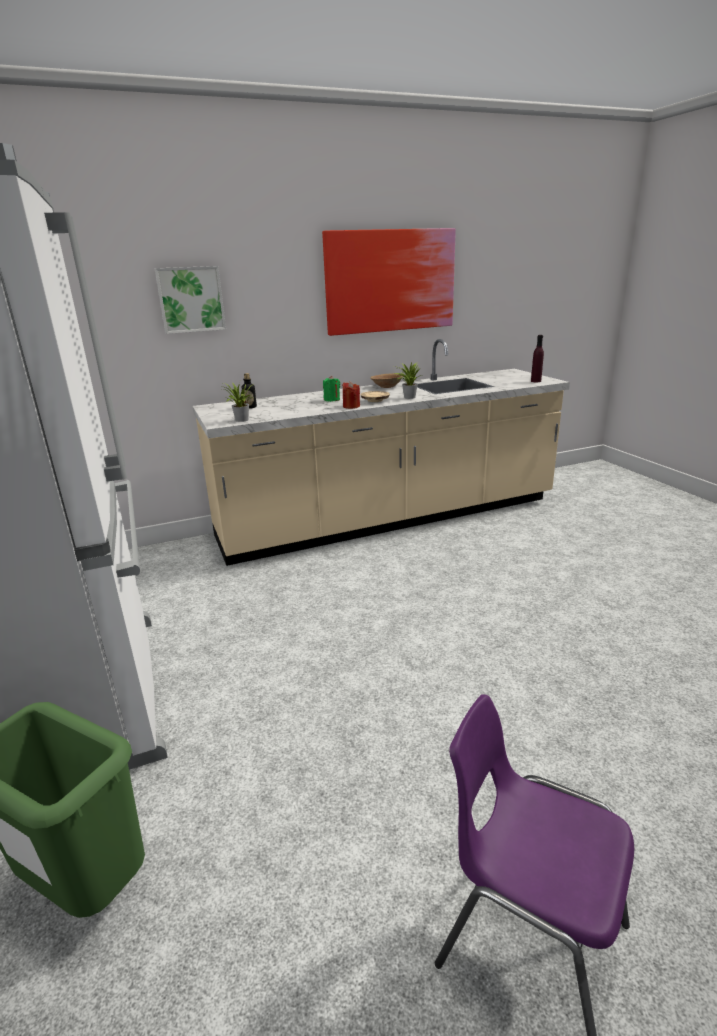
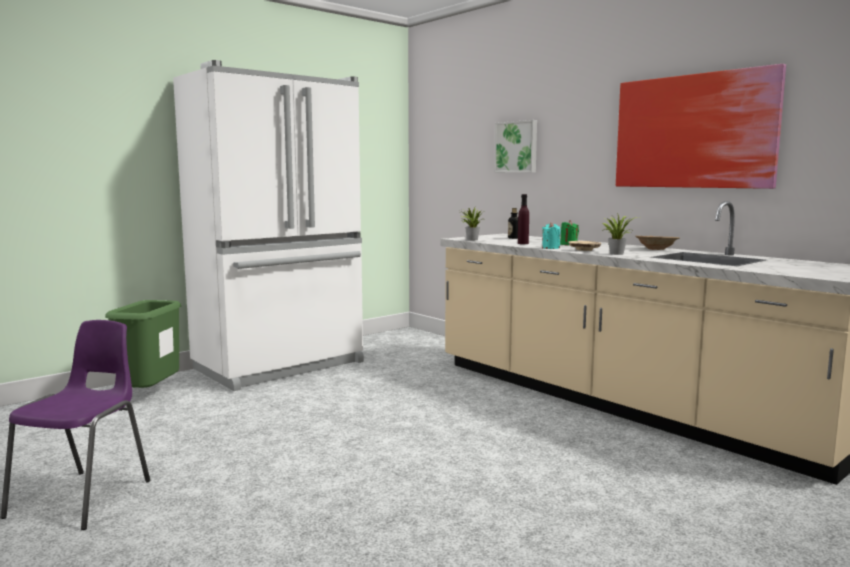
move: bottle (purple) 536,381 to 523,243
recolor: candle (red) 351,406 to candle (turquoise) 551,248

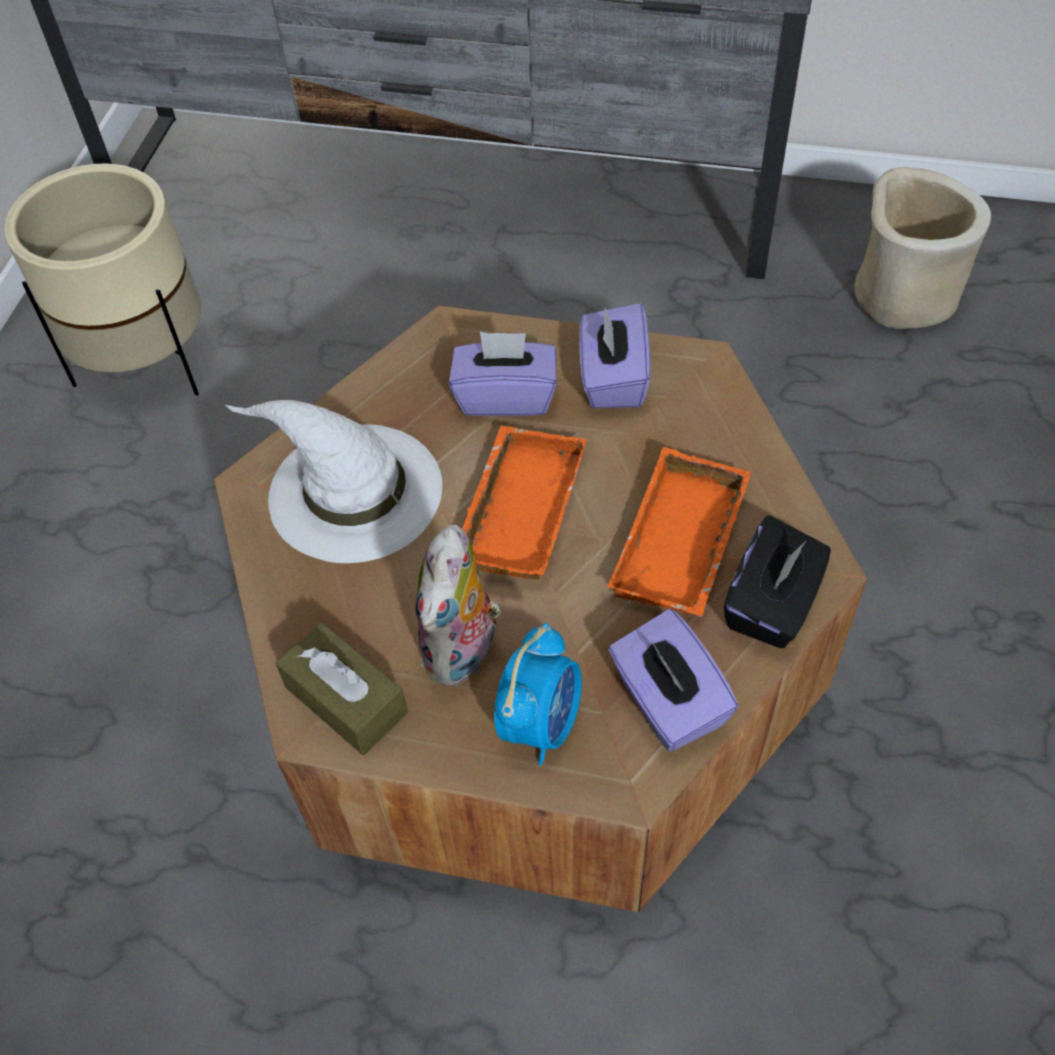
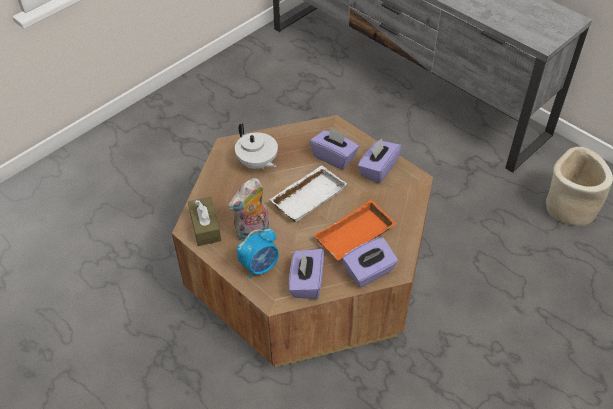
delete: planter (beige) 146,363
replace: hat (white) 352,491 to teapot (white) 257,163
recolor: tray (orange) 517,508 to tray (white) 307,196; tissue box (black) 772,605 to tissue box (purple) 369,272

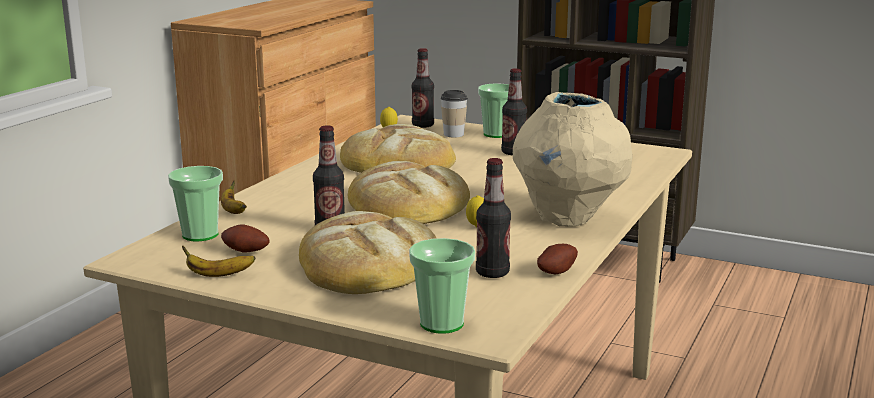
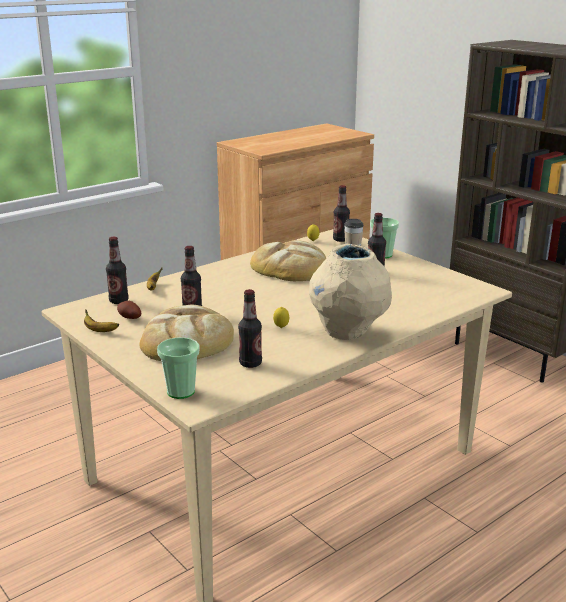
delete: bread 407,204; potato 555,271
replace: cup 200,235 to bottle 119,301

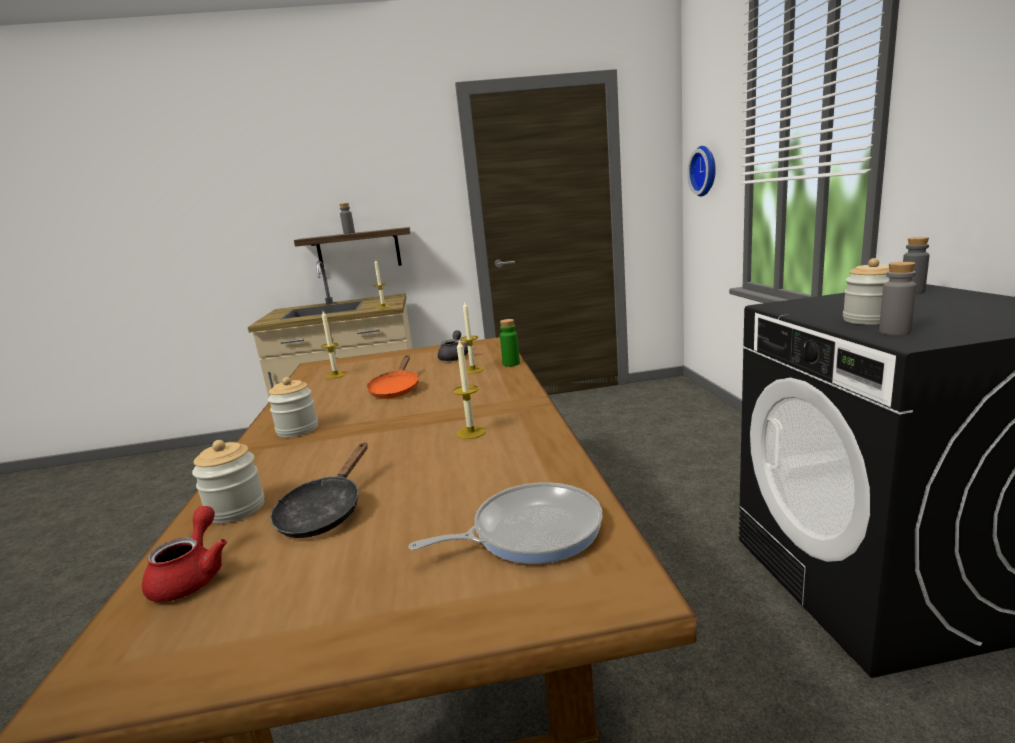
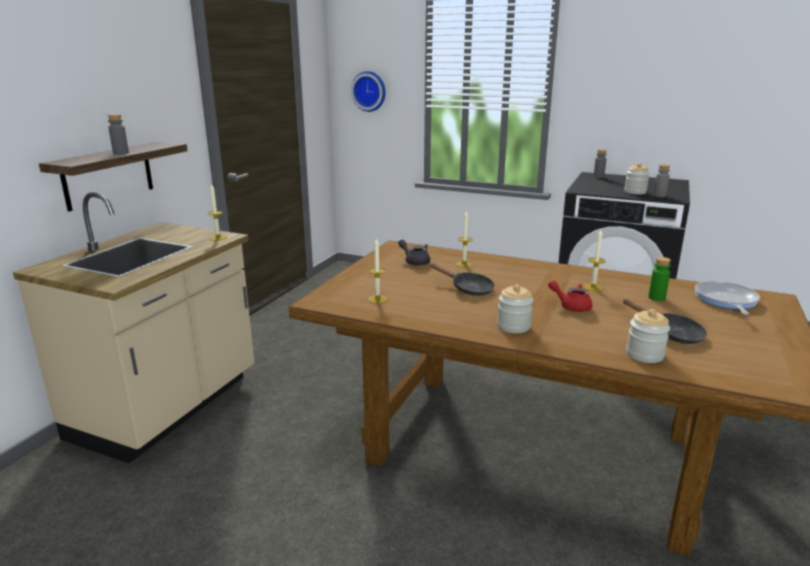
move: teapot (red) 192,576 to 571,306; bottle (green) 511,364 to 656,298
recolor: frying pan (orange) 396,389 to frying pan (black) 468,289

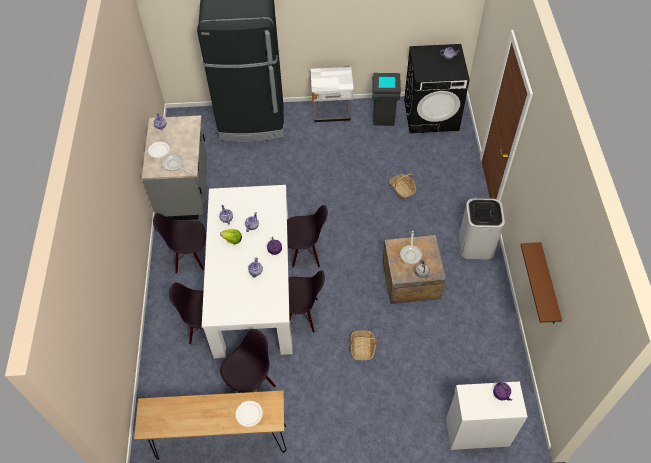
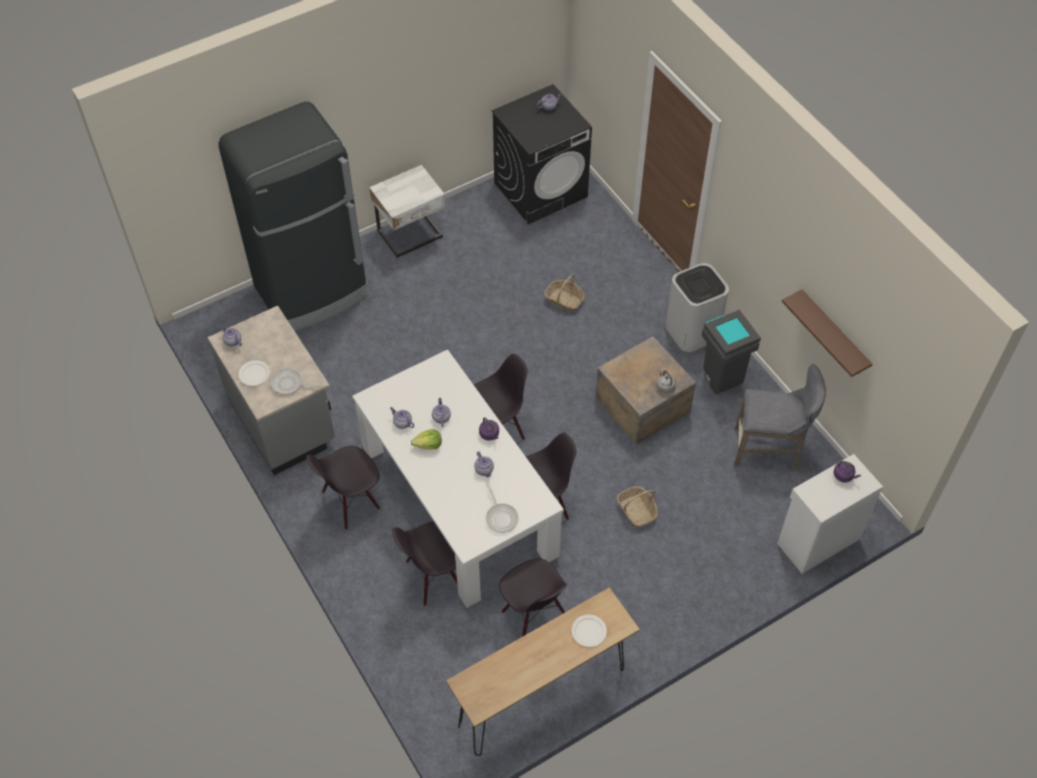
insert: stool (grey) 770,450
move: frying pan 411,254 to 501,517; trash can (grey) 383,118 to 720,377
rotate: chair (black) 251,384 = 533,615 135 degrees clockwise

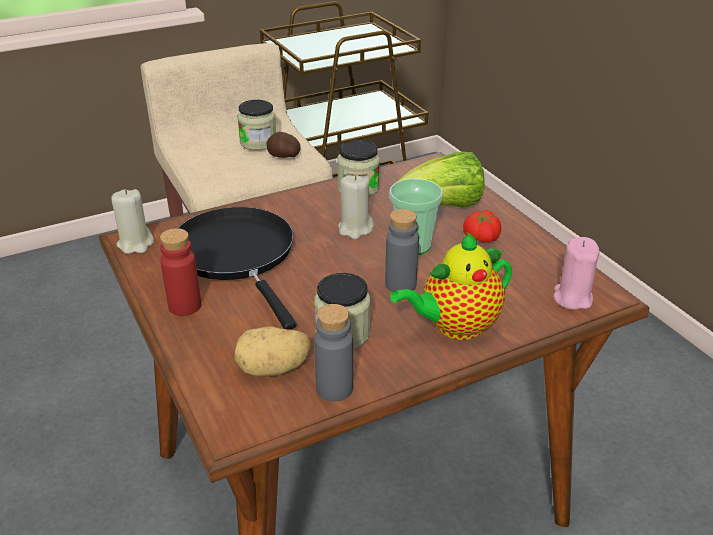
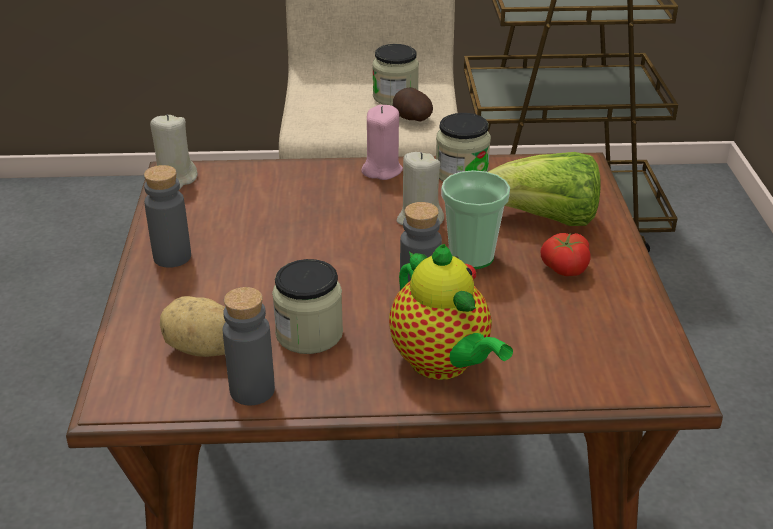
delete: frying pan (black) 237,256
move: candle (pink) 572,298 to 382,170
recolor: bottle (red) 185,306 to bottle (grey) 172,257
rotate: teapot 455,327 = 443,364 120 degrees counterclockwise

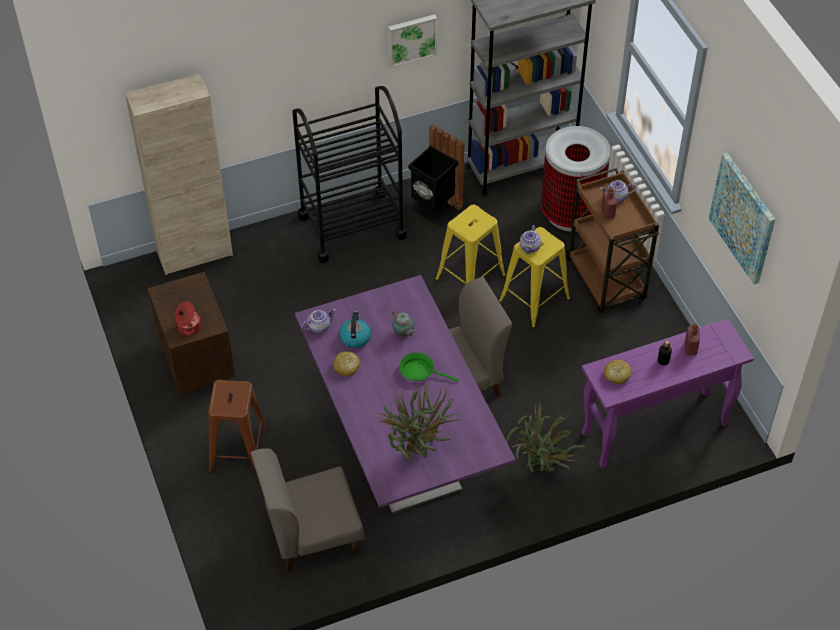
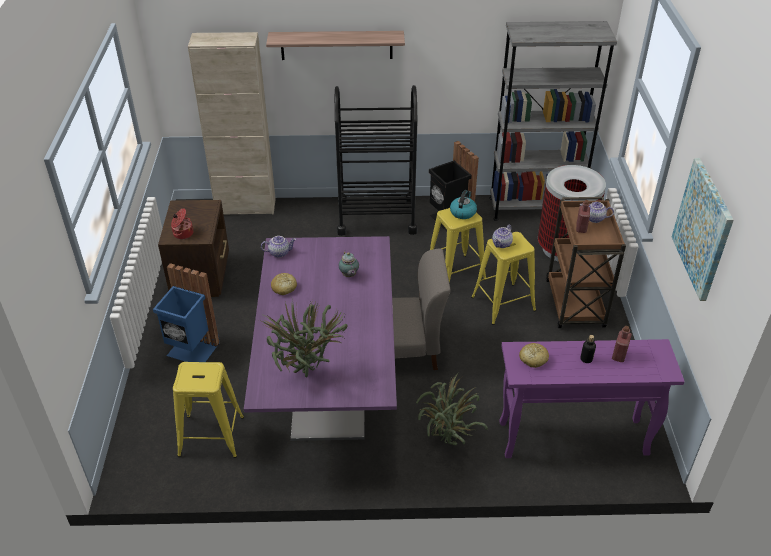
delete: picture 411,39; frying pan (green) 420,371
insert: shelf 336,45
move: kettle 354,337 to 463,212
replace: stool (brown) 238,450 to trash can (blue) 192,351; chair (grey) 311,534 to stool (yellow) 211,436

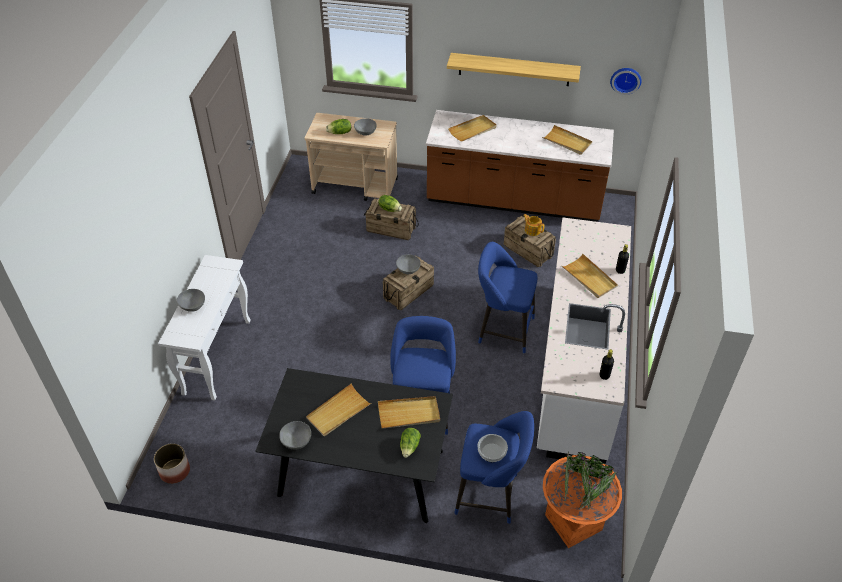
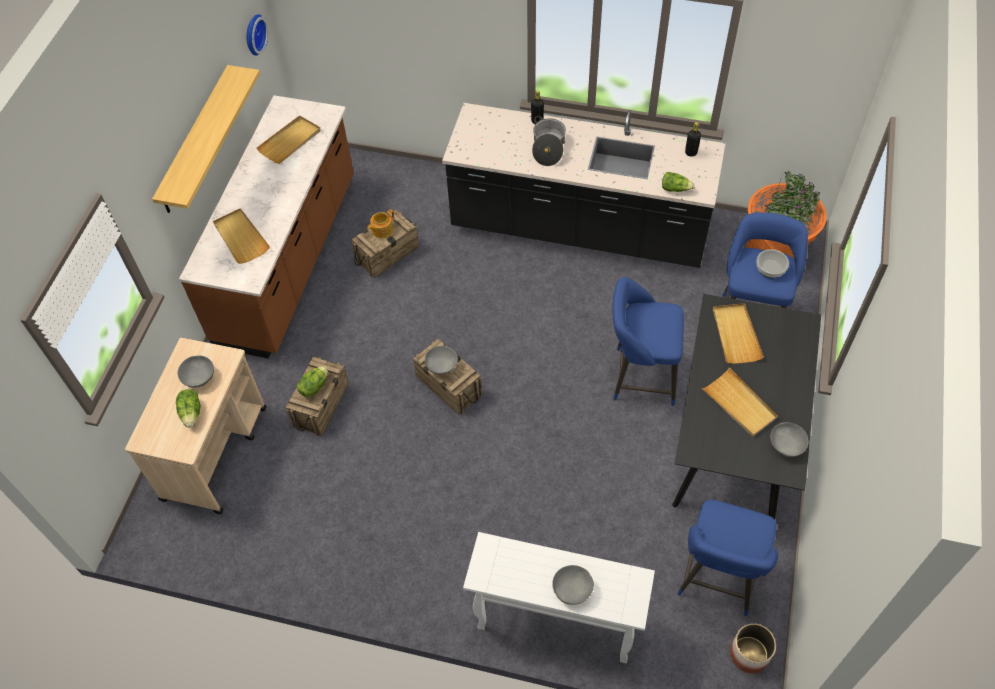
move: lettuce 409,447 to 675,188; stool (blue) 502,330 to 717,579
replace: tray (beige) 589,278 to cooking pot 548,148
recolor: counter (white) 576,368 to counter (black) 579,229

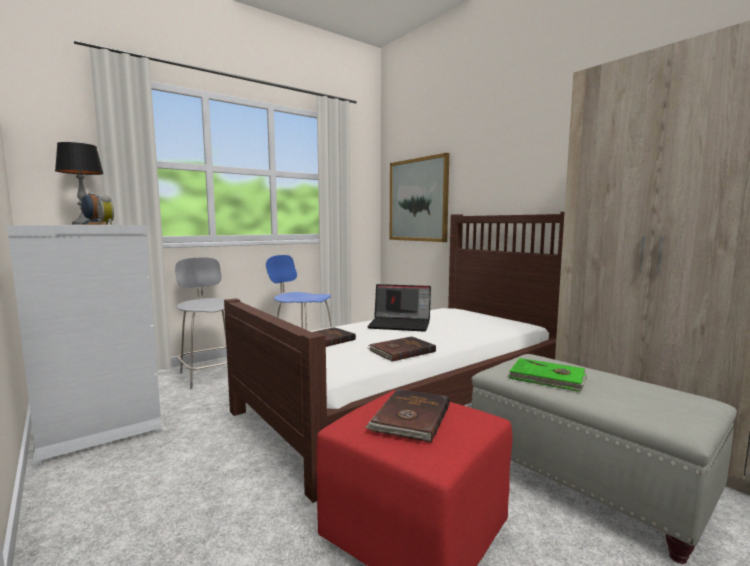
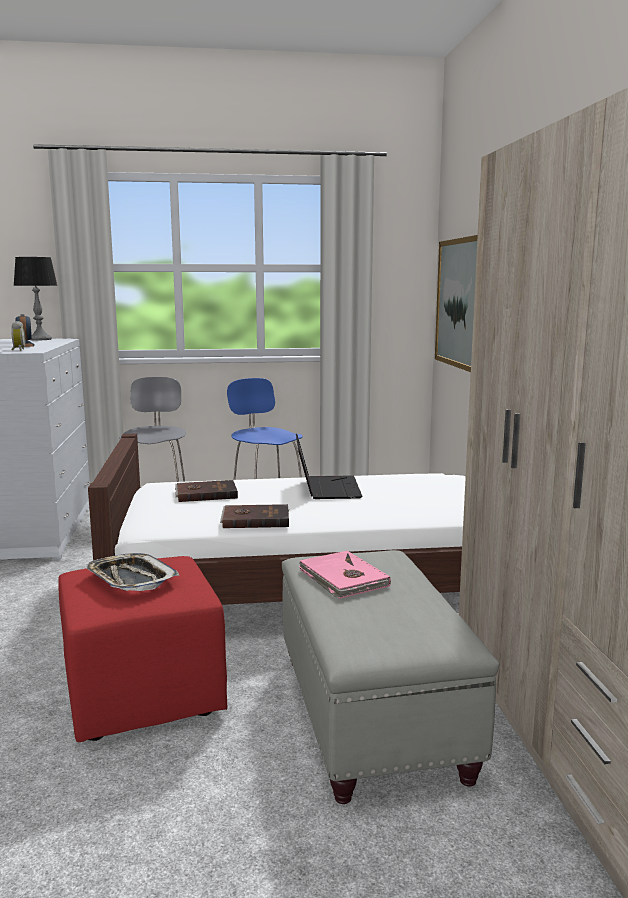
replace: book (brown) 410,418 to tray 130,579
recolor: book (green) 547,378 to book (pink) 342,578
rotate: laptop 400,324 = 326,488 135 degrees counterclockwise

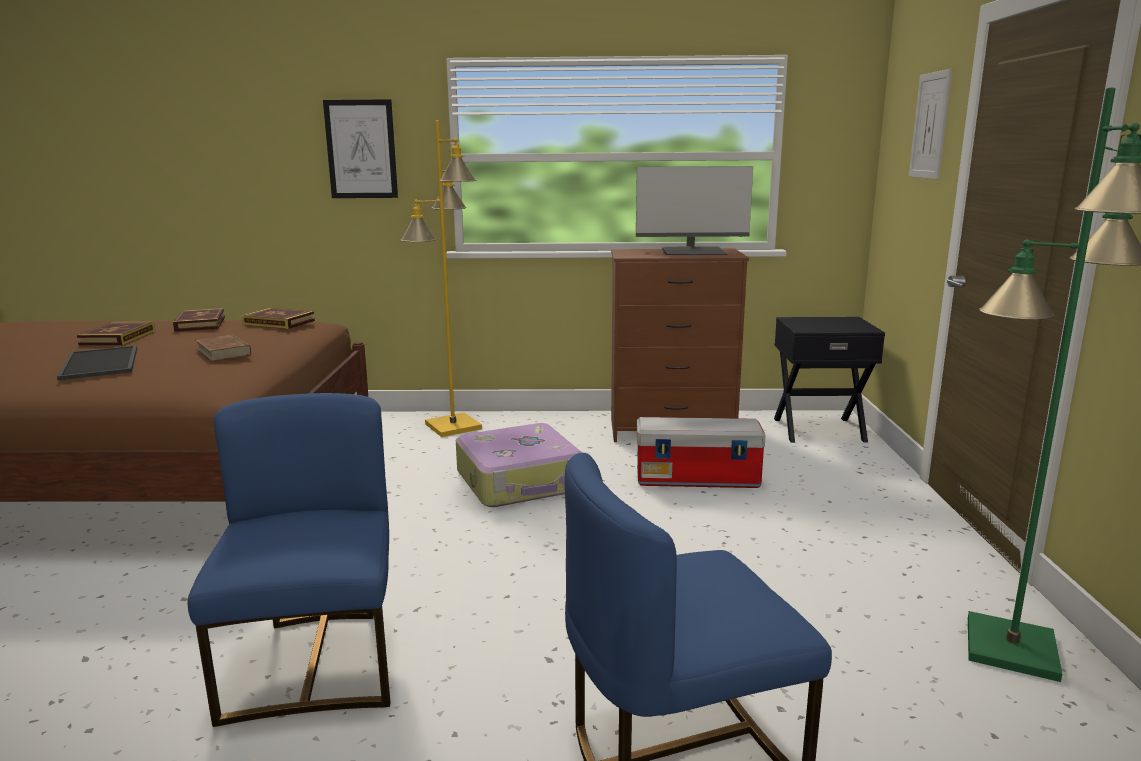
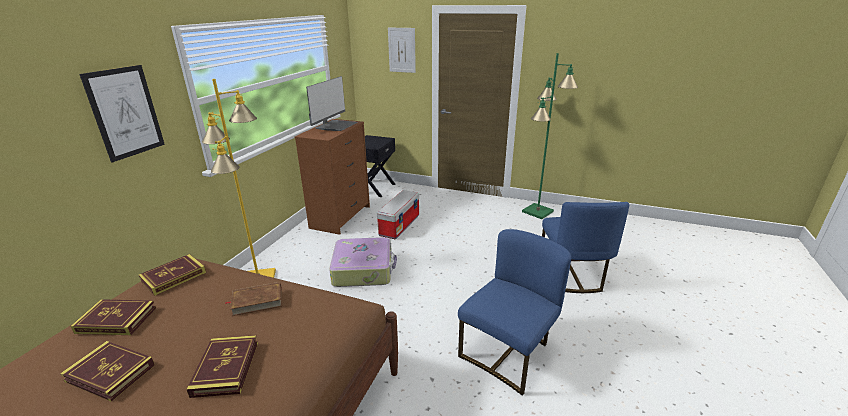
replace: tray 102,363 to book 226,368
rotate: chair (blue) 315,663 = 508,353 120 degrees clockwise

